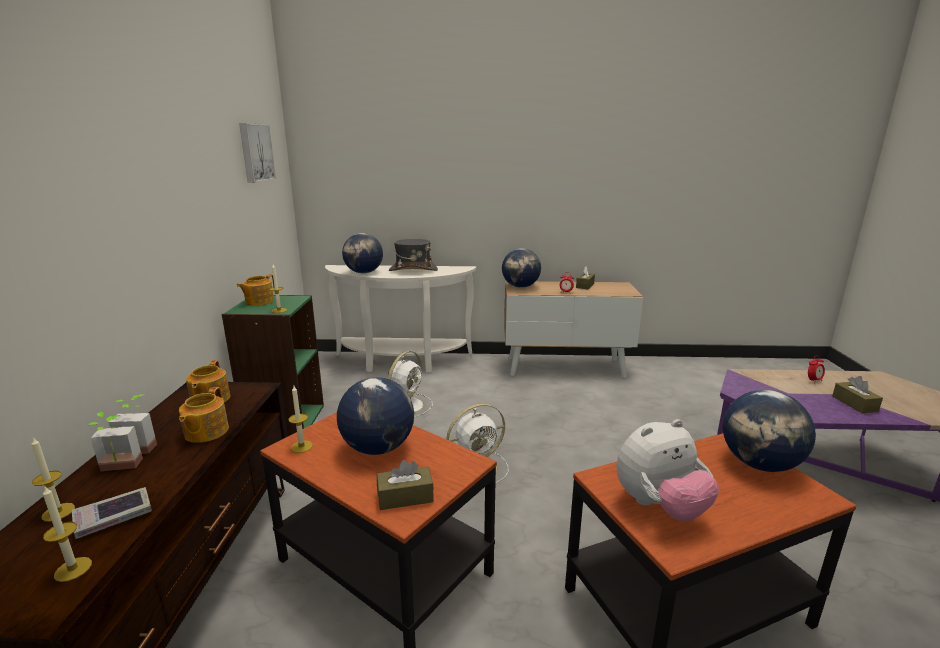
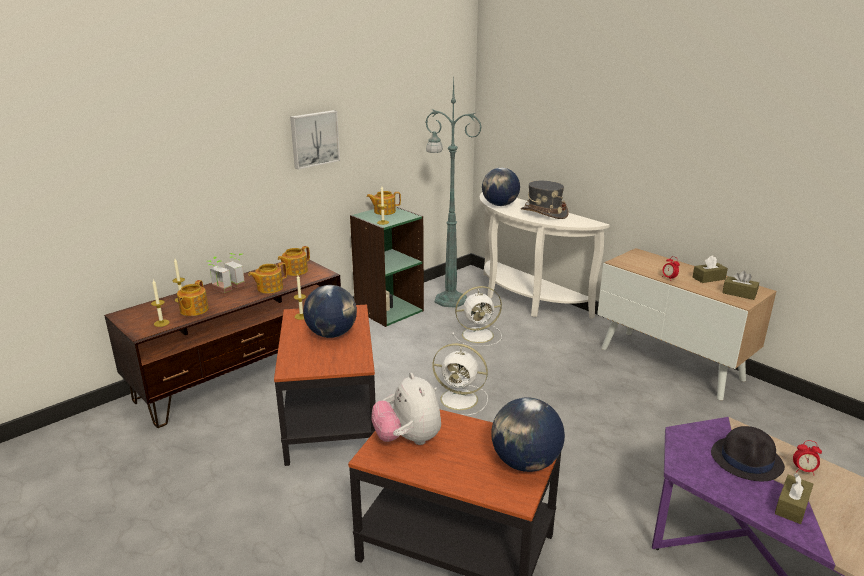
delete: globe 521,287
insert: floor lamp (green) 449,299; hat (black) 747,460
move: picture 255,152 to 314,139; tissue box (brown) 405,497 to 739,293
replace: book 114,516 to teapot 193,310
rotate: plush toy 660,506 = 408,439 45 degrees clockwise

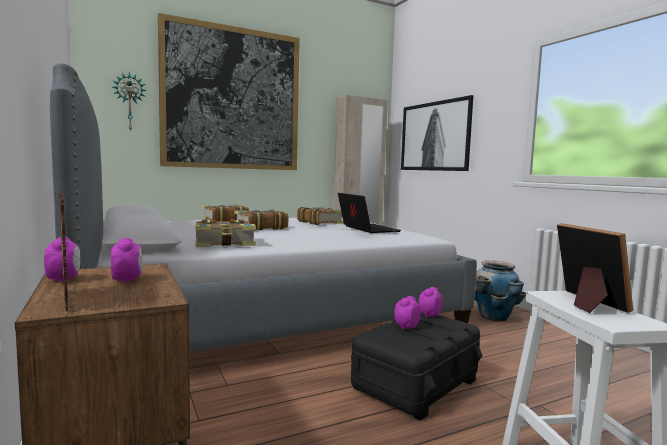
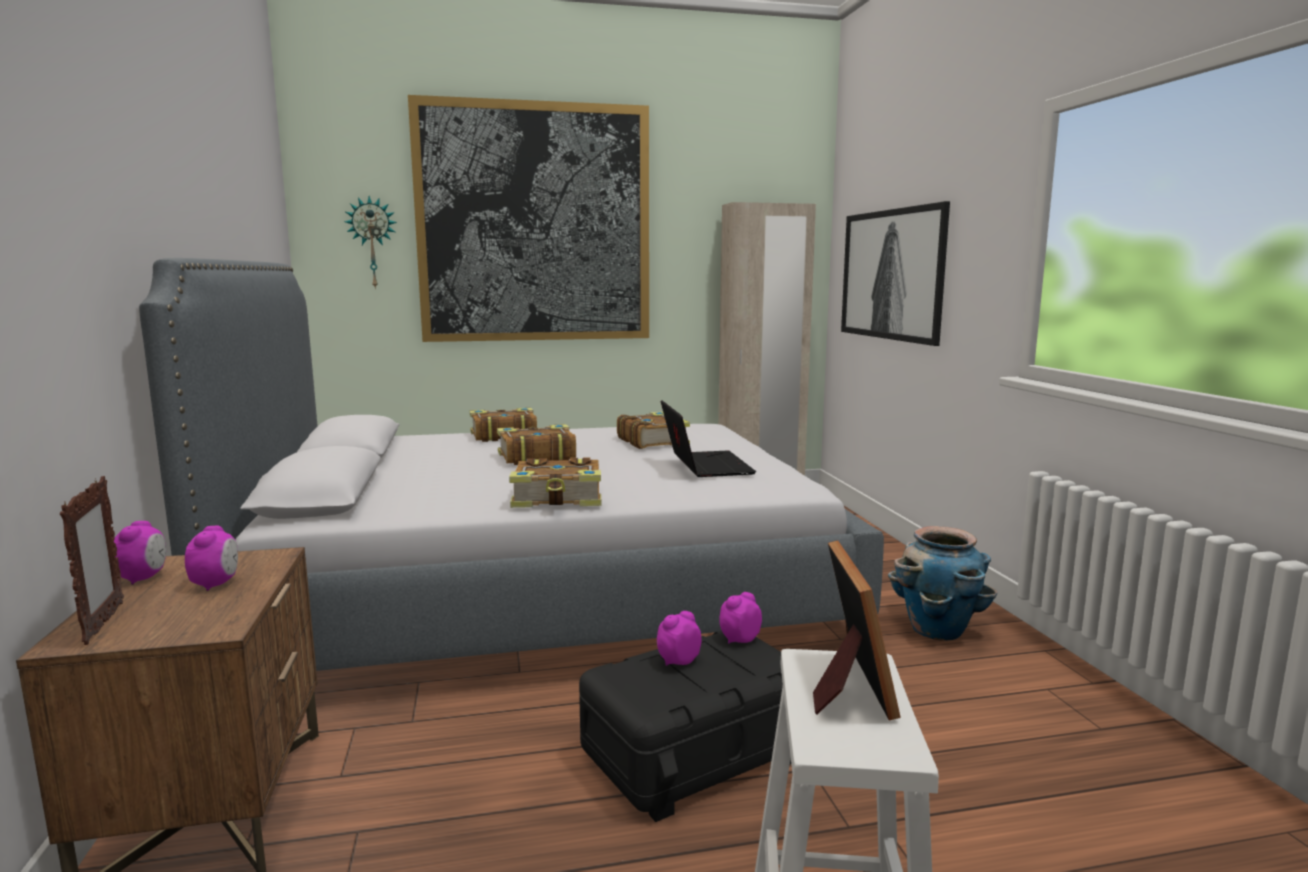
move: book 225,243 to 559,498

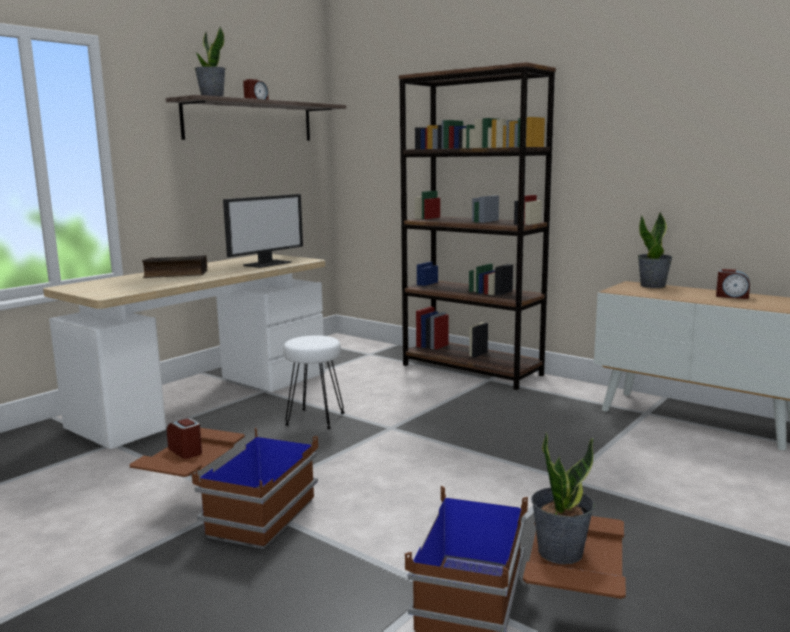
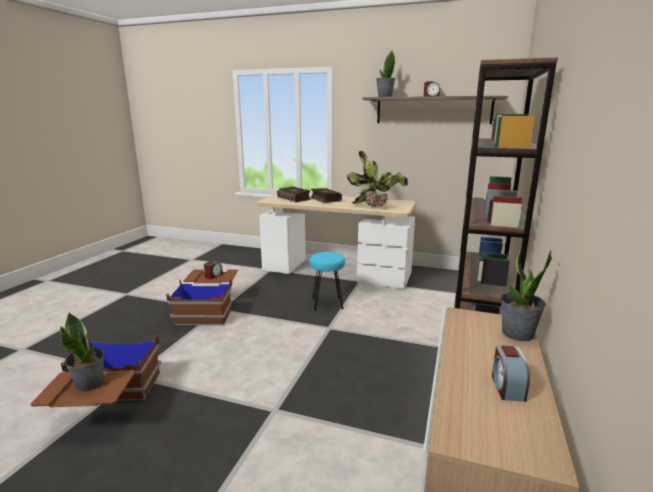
insert: book 294,198
replace: monitor 267,263 to potted plant 376,206
recolor: stool (white) 315,419 to stool (turquoise) 326,303

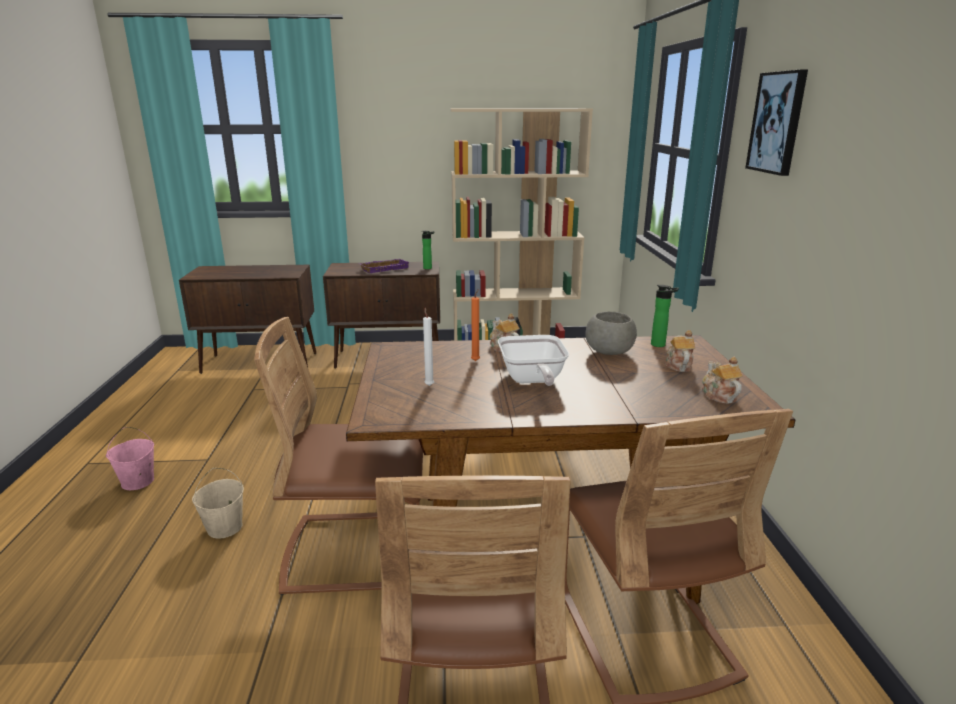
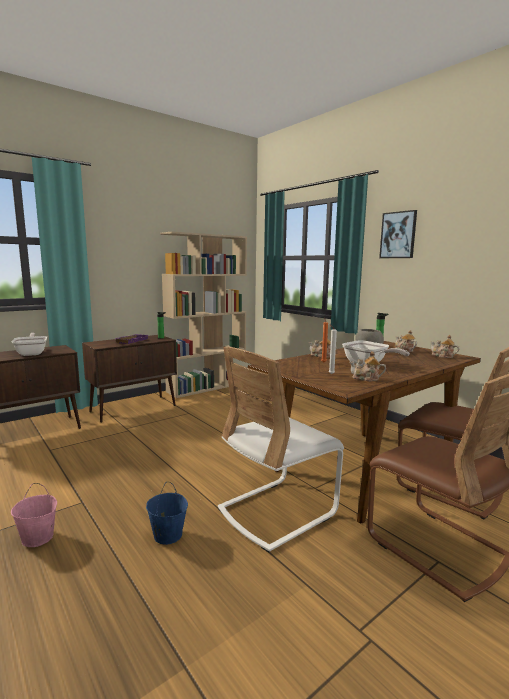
insert: frying pan 32,353; teapot 366,378
recolor: bucket (beige) 224,527 to bucket (blue) 167,535; chair (brown) 356,552 to chair (white) 277,511

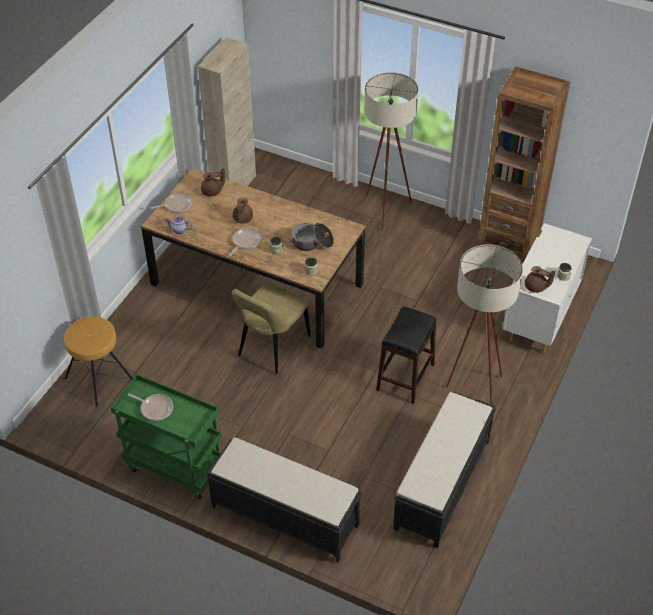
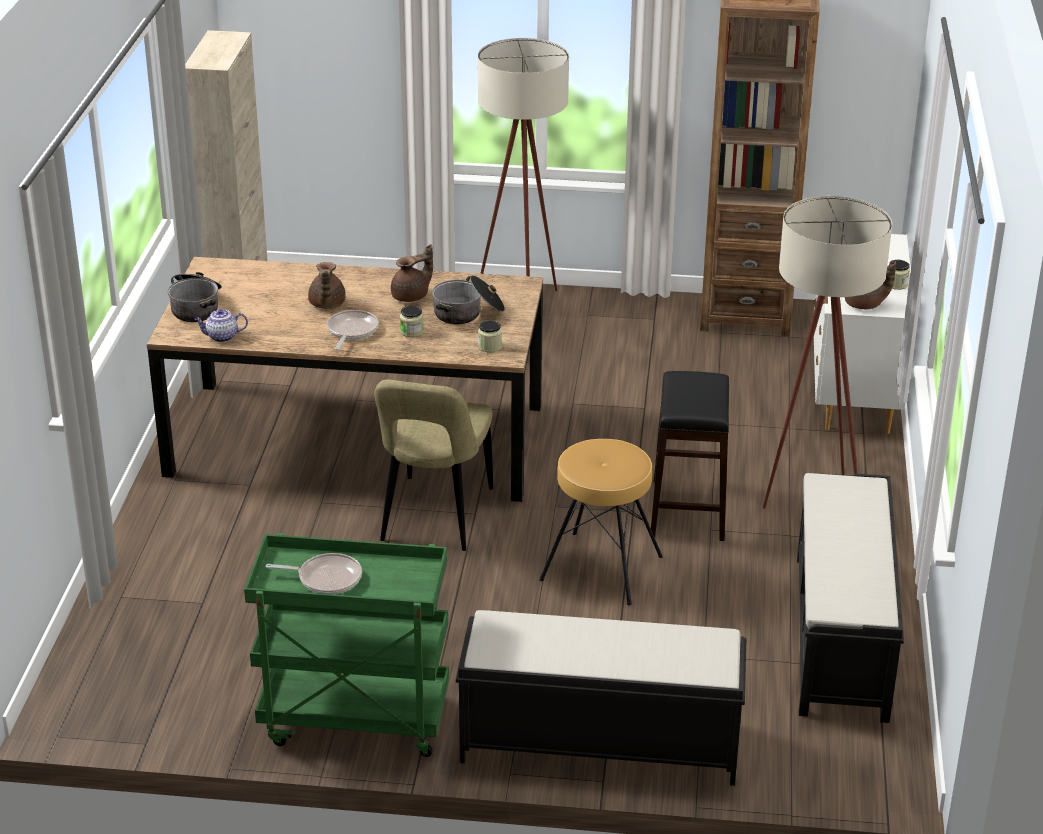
move: teapot (brown) 212,192 to 412,296; stool (brown) 99,378 to 601,567
replace: frying pan 176,205 to cooking pot 196,307

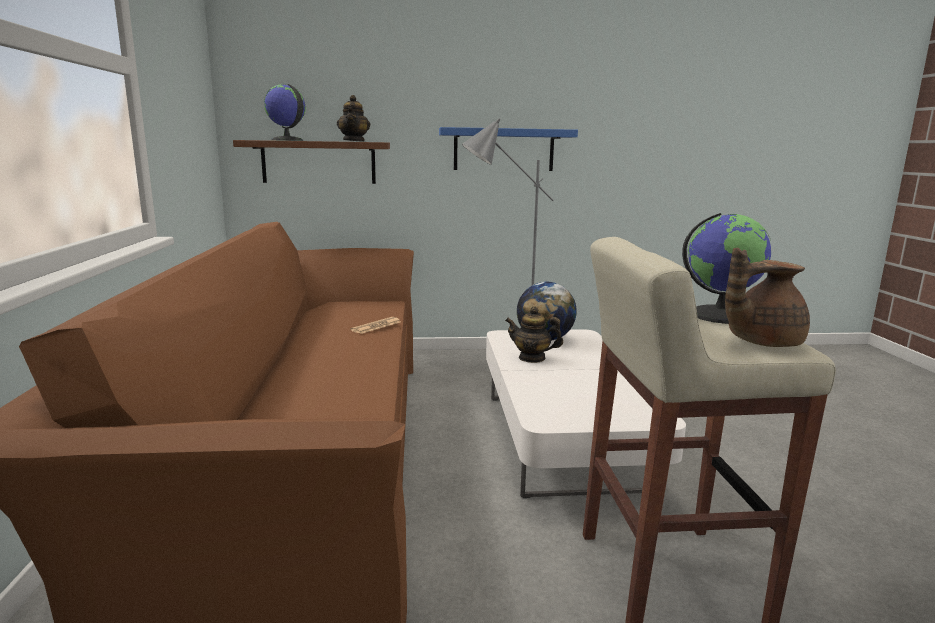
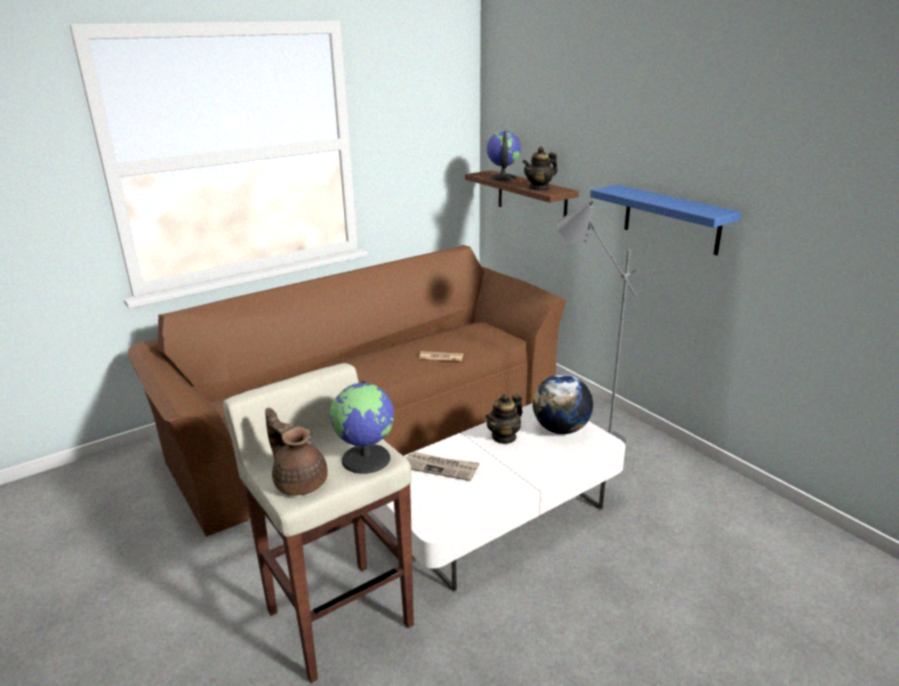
insert: newspaper 441,467
rotate: teapot 532,358 = 504,437 120 degrees counterclockwise

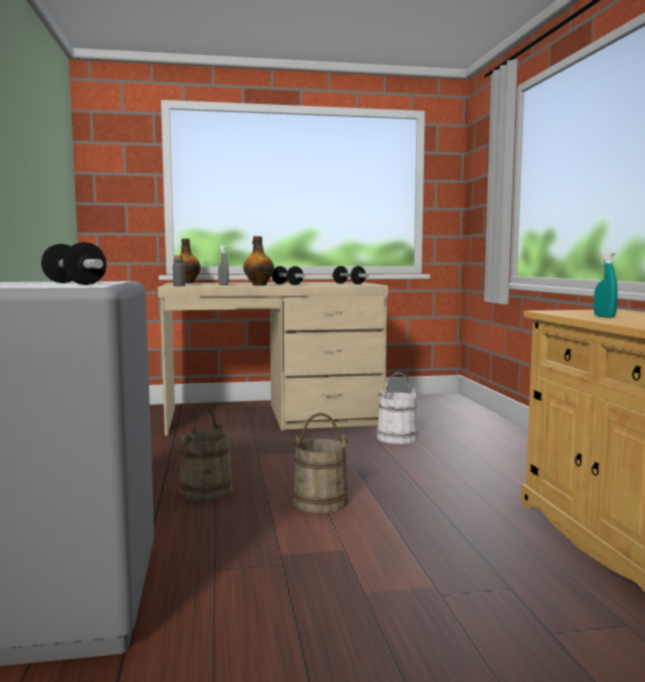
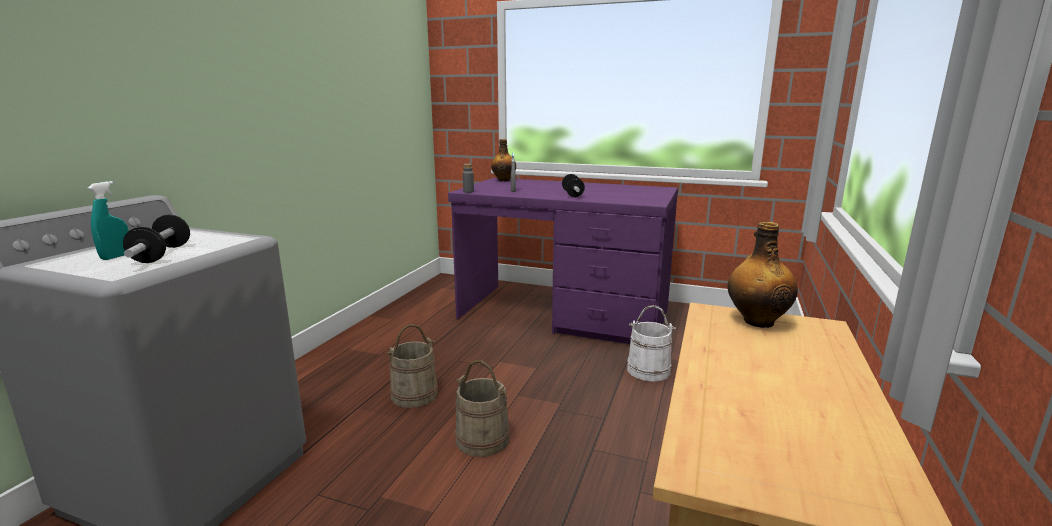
delete: dumbbell 349,284
move: spray bottle (turquoise) 604,317 to 116,256; bottle 259,285 to 757,321
recolor: desk (beige) 273,417 to desk (purple) 564,314

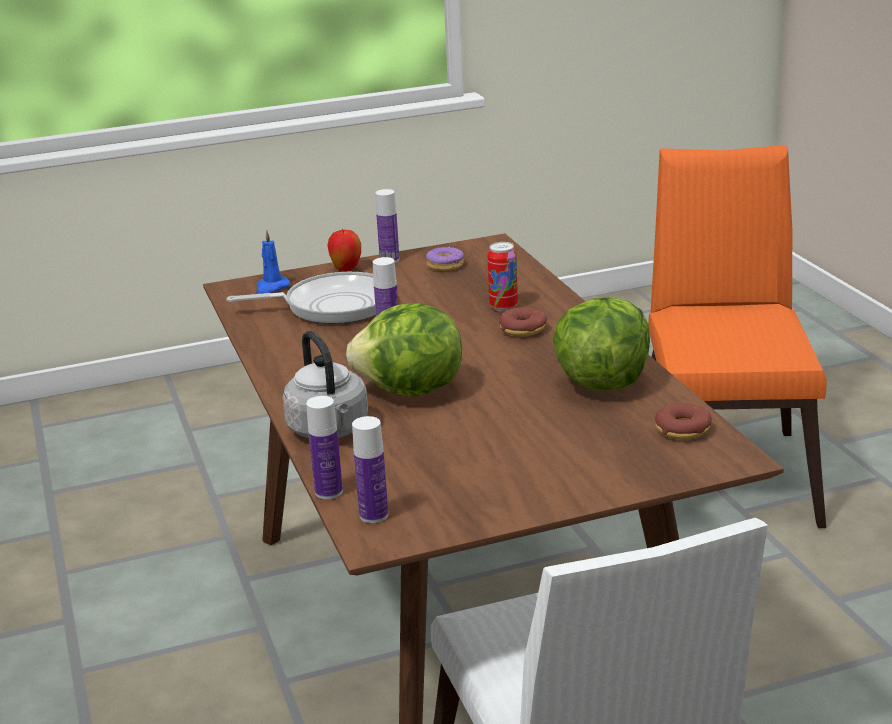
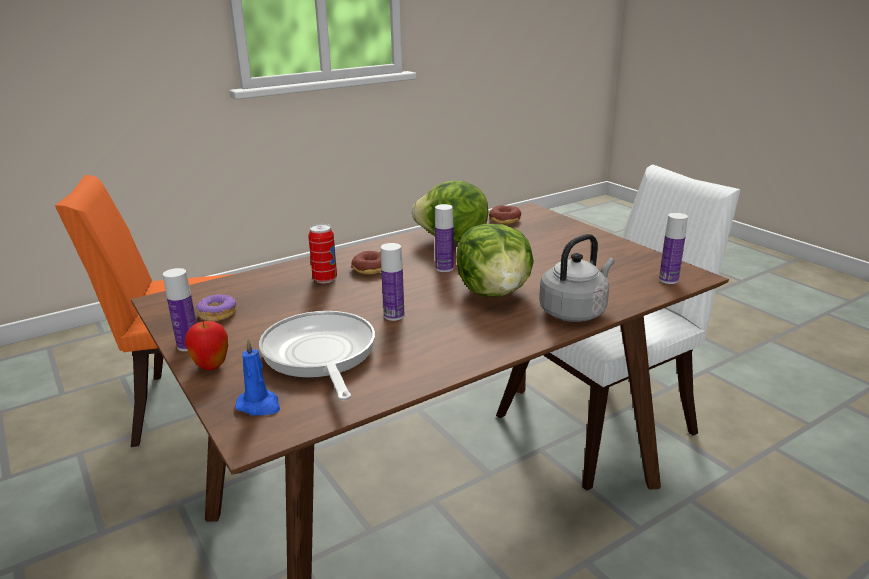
move: bottle 328,492 to 444,268

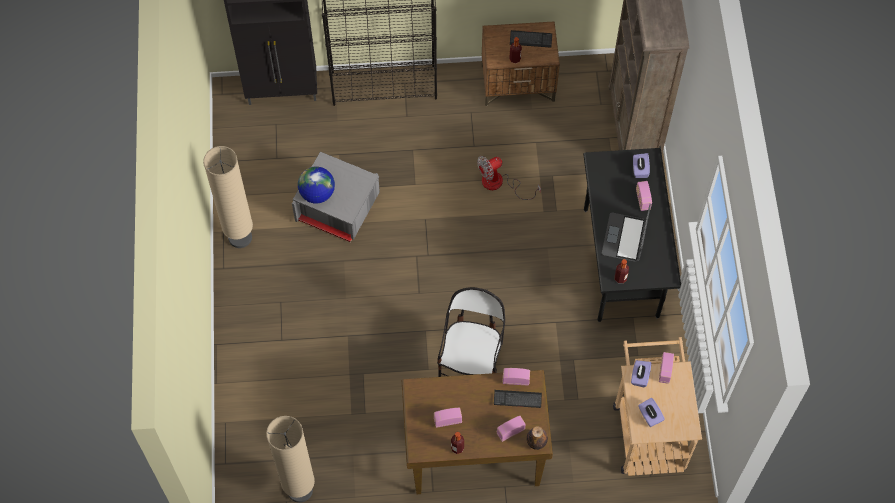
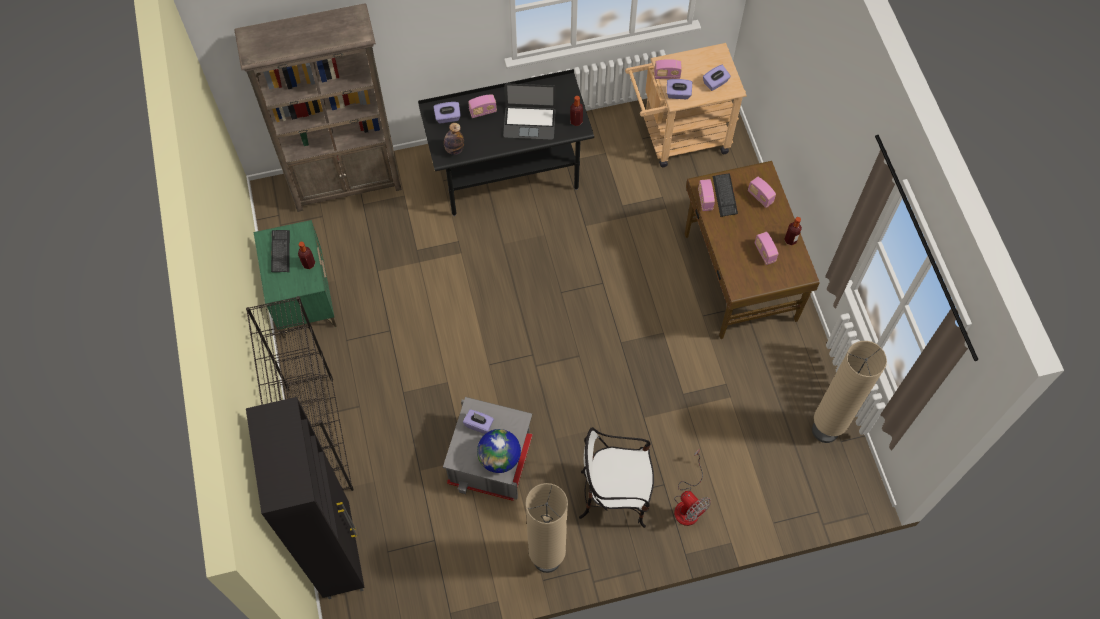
insert: tissue box (purple) 479,424
move: bottle 536,442 to 454,149; chair 471,364 to 615,495; fan 500,184 to 688,504
recolor: nightstand (brown) 518,83 to nightstand (green) 303,298

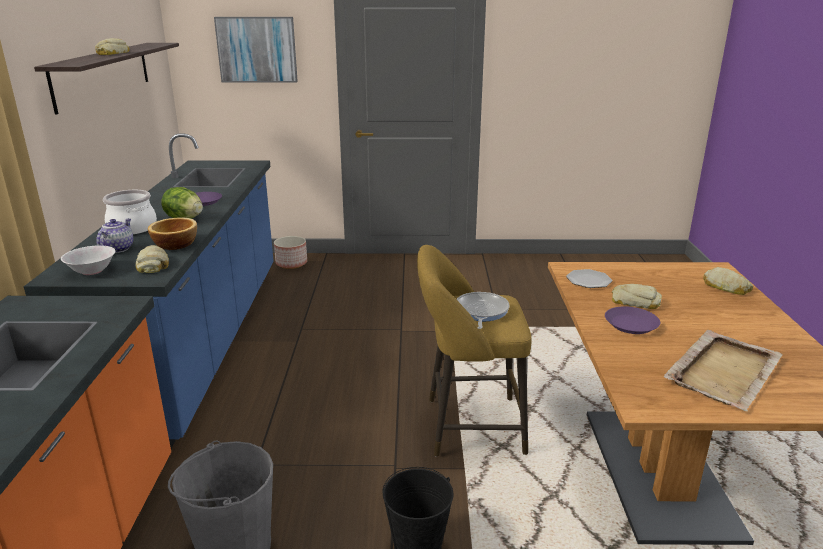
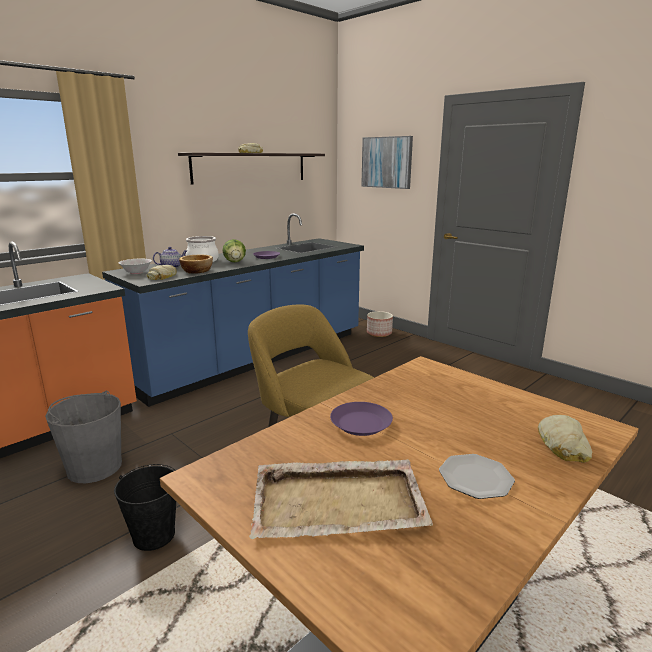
delete: frying pan 481,312; bread 635,301
move: plate 588,280 to 476,478

